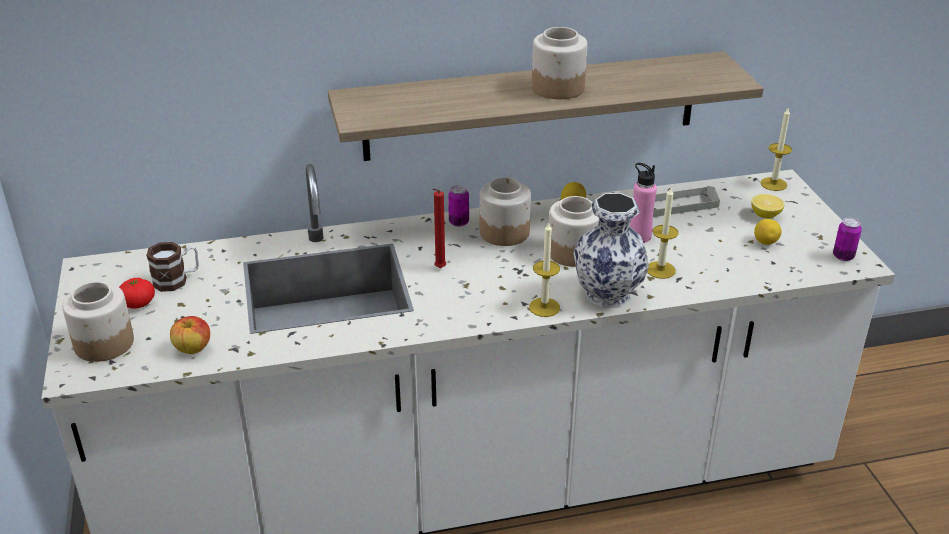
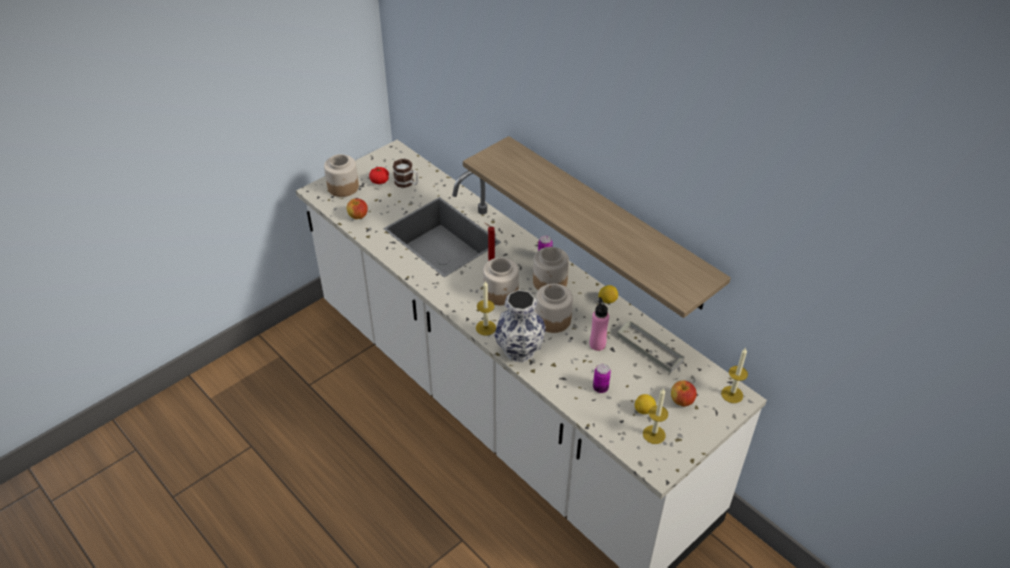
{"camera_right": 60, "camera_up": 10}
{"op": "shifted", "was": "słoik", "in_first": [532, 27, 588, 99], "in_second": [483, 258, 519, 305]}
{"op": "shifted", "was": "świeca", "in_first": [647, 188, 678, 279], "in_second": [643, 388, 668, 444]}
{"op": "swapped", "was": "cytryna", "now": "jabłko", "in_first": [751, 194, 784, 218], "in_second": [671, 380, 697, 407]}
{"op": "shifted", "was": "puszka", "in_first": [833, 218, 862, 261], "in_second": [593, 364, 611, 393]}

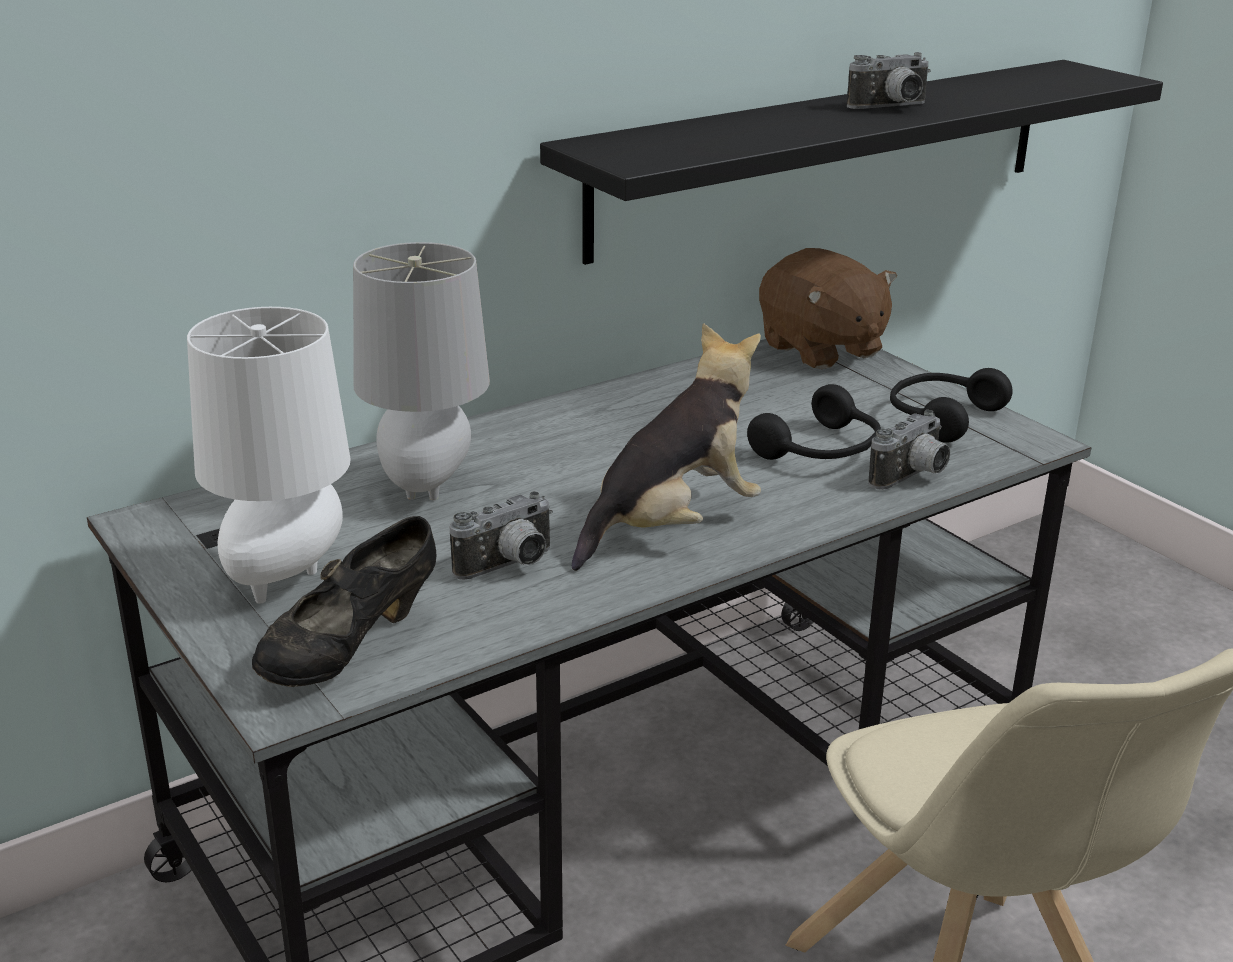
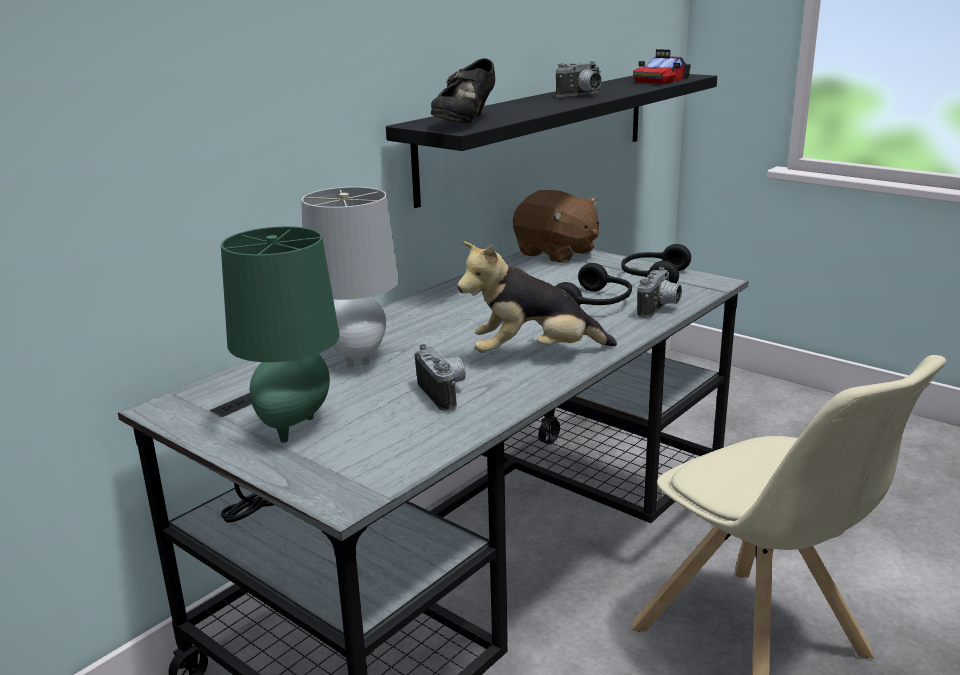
{"camera_right": -15, "camera_up": -5}
{"op": "repainted", "was": "lampa stołowa [biały]", "now": "lampa stołowa [zielony]", "in_first": [187, 307, 351, 604], "in_second": [221, 226, 339, 443]}
{"op": "rotated", "was": "pluszak", "in_first": [572, 323, 761, 571], "in_second": [457, 241, 617, 353], "clockwise": -135}
{"op": "rotated", "was": "aparat fotograficzny", "in_first": [450, 491, 553, 580], "in_second": [414, 344, 466, 412], "clockwise": -60}
{"op": "shifted", "was": "but [czarny]", "in_first": [252, 516, 436, 687], "in_second": [431, 58, 495, 124]}
{"op": "new", "now": "samochodzik", "in_second": [633, 49, 691, 84]}

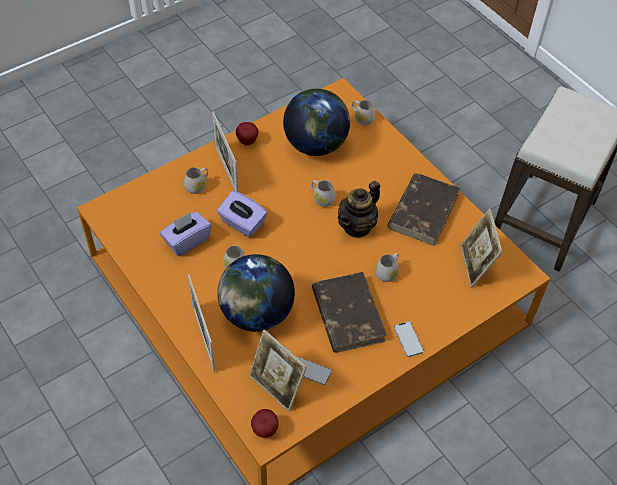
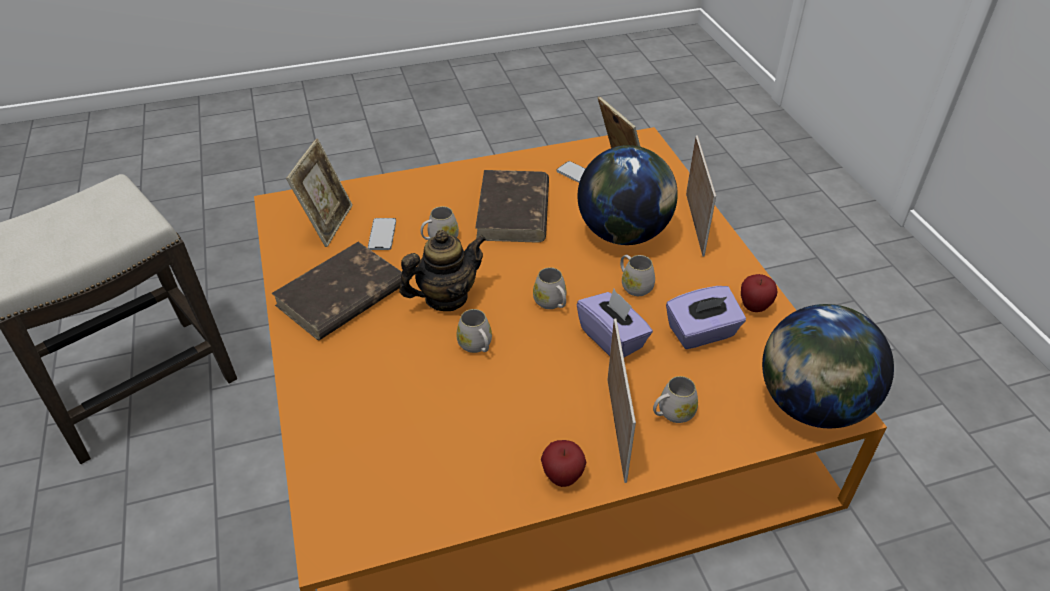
{"camera_right": -160, "camera_up": -10}
{"op": "shifted", "was": "globus", "in_first": [283, 88, 350, 156], "in_second": [762, 304, 894, 428]}
{"op": "shifted", "was": "kubek [biały]", "in_first": [352, 100, 375, 125], "in_second": [533, 267, 567, 309]}
{"op": "shifted", "was": "telefon", "in_first": [394, 321, 424, 357], "in_second": [368, 218, 396, 250]}
{"op": "shifted", "was": "jabłko", "in_first": [251, 409, 278, 438], "in_second": [741, 274, 778, 312]}

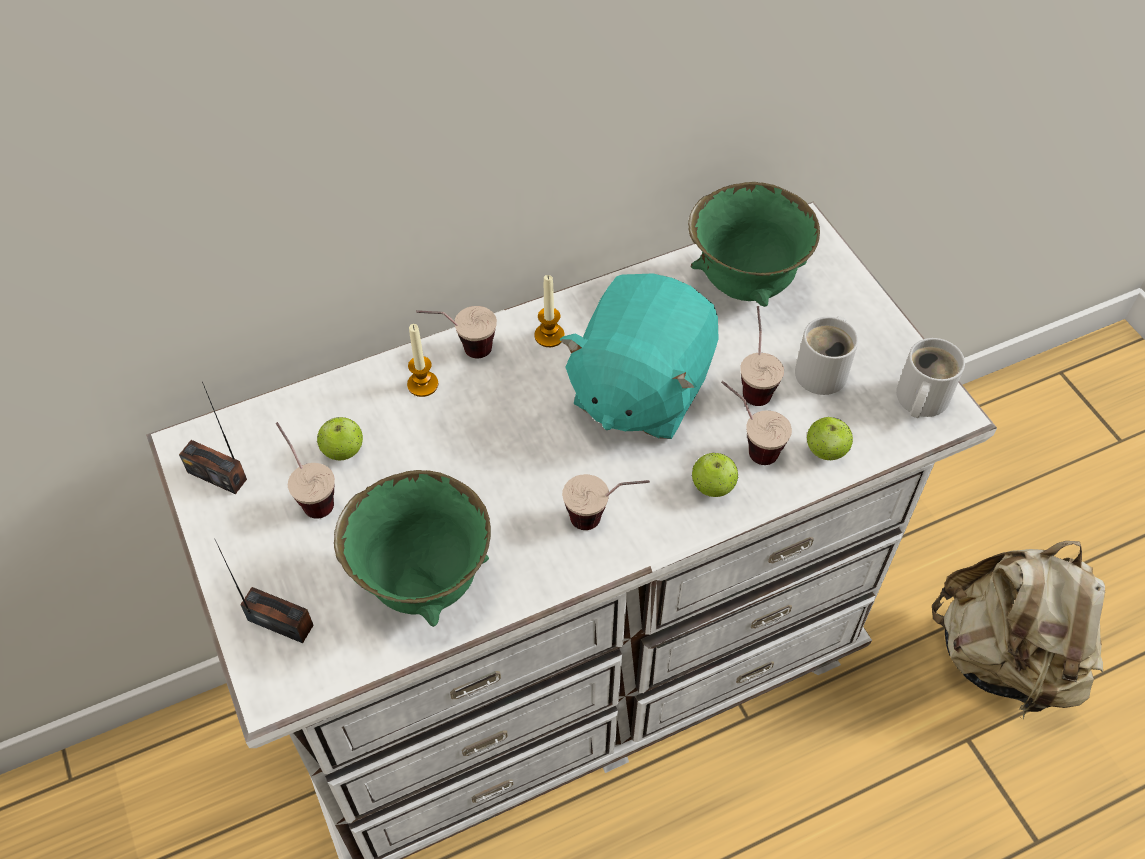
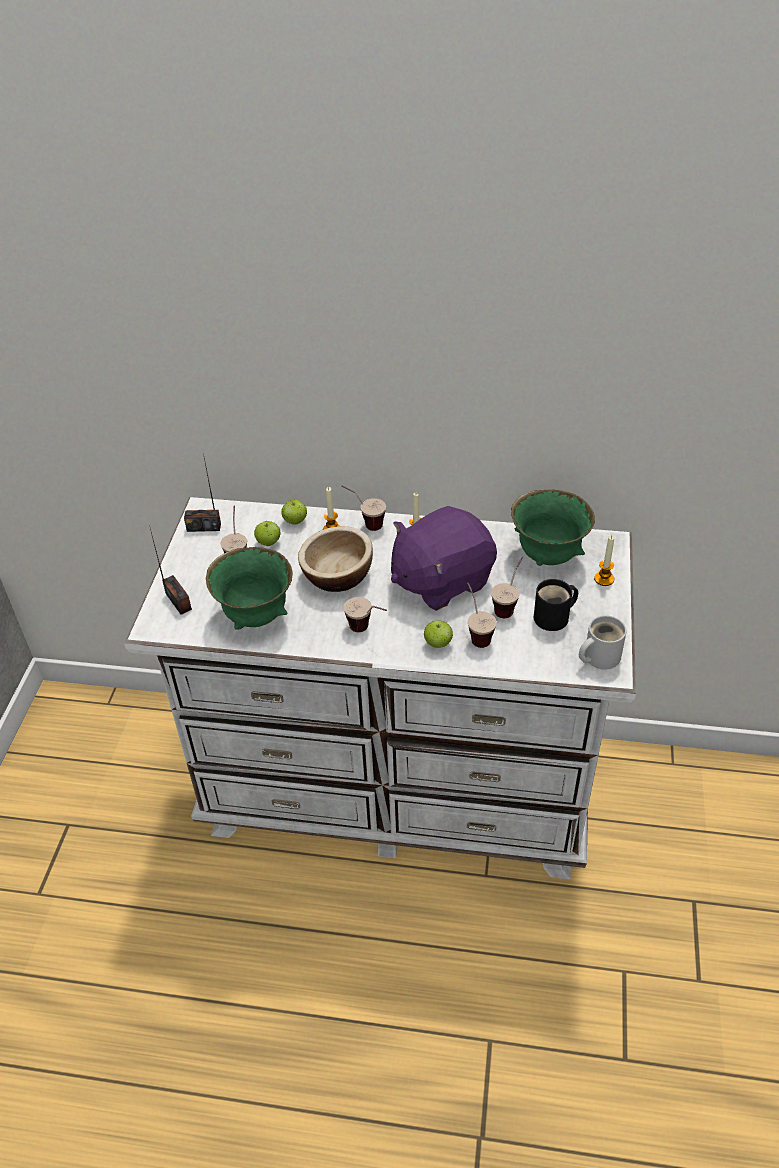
{"camera_right": 35, "camera_up": -10}
{"op": "repainted", "was": "pluszak [turkusowy]", "now": "pluszak [fioletowy]", "in_first": [560, 273, 719, 439], "in_second": [391, 506, 497, 611]}
{"op": "repainted", "was": "kubek [biały]", "now": "kubek [czarny]", "in_first": [795, 316, 858, 395], "in_second": [534, 579, 578, 631]}
{"op": "rotated", "was": "radio", "in_first": [179, 381, 247, 494], "in_second": [184, 453, 221, 532], "clockwise": -60}
{"op": "shifted", "was": "jabłko", "in_first": [807, 417, 853, 460], "in_second": [281, 500, 307, 525]}
{"op": "gone", "was": "plecak [beżowy]", "in_first": [932, 541, 1105, 718]}
{"op": "new", "now": "miska", "in_second": [298, 526, 373, 592]}
{"op": "new", "now": "świeca", "in_second": [594, 535, 614, 586]}

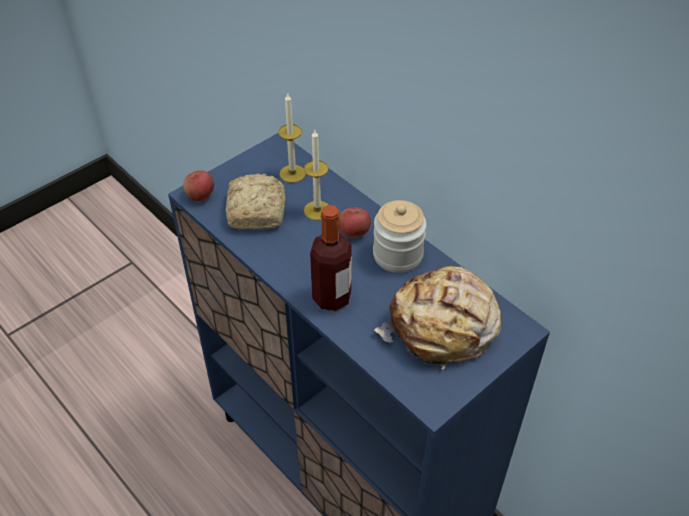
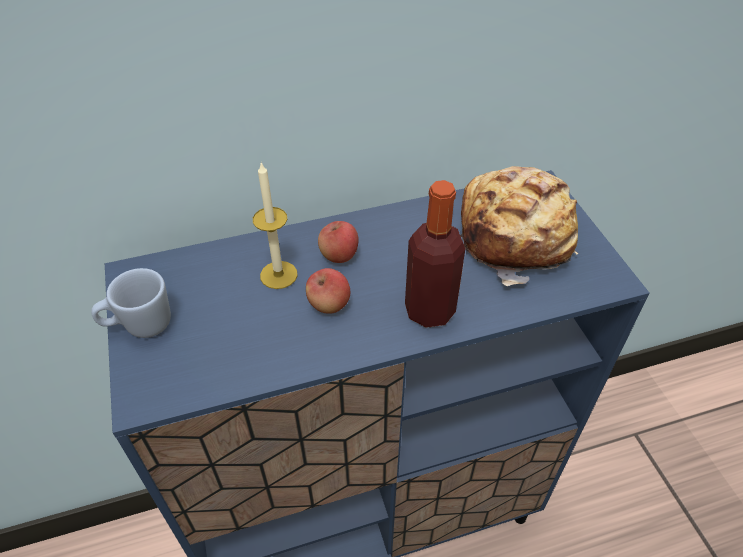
{"camera_right": -65, "camera_up": 0}
{"op": "gone", "was": "świeca", "in_first": [278, 92, 306, 183]}
{"op": "shifted", "was": "jabłko", "in_first": [183, 170, 214, 201], "in_second": [306, 268, 350, 314]}
{"op": "gone", "was": "chleb", "in_first": [225, 173, 285, 230]}
{"op": "gone", "was": "słoik", "in_first": [373, 200, 427, 273]}
{"op": "new", "now": "kubek [niebieski]", "in_second": [91, 268, 171, 338]}

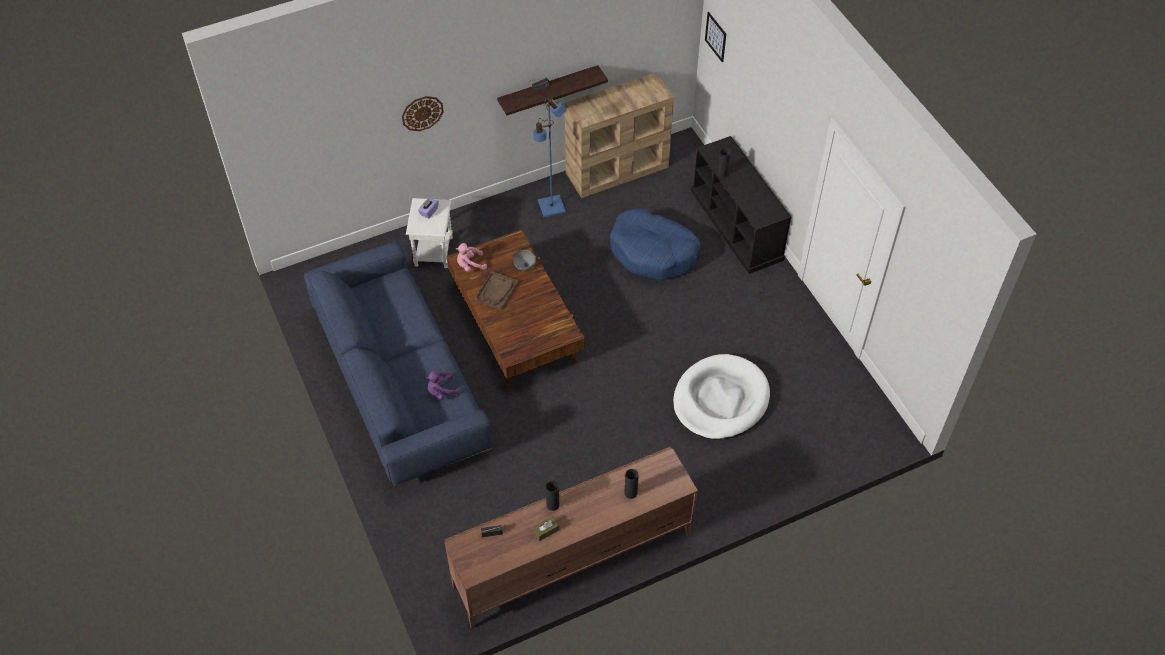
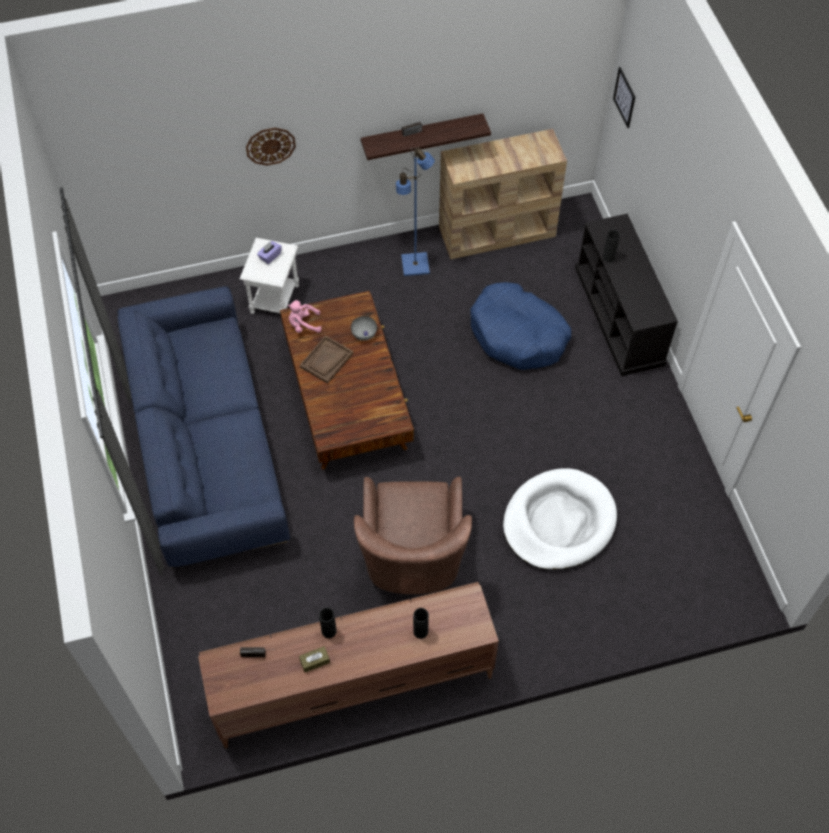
{"camera_right": 10, "camera_up": 5}
{"op": "gone", "was": "pluszak [fioletowy]", "in_first": [426, 371, 461, 400]}
{"op": "new", "now": "fotel [brązowy]", "in_second": [354, 477, 472, 594]}

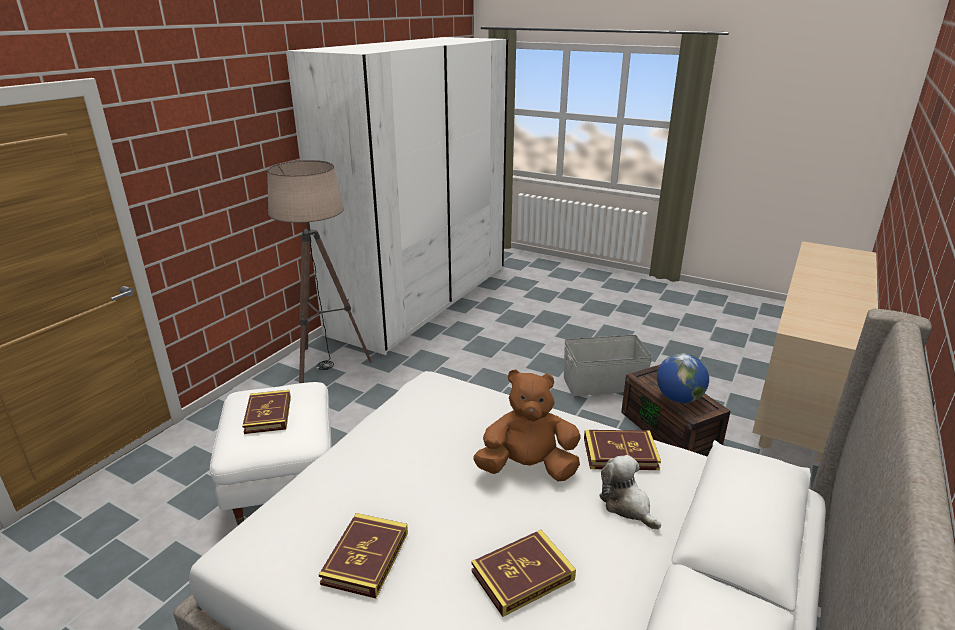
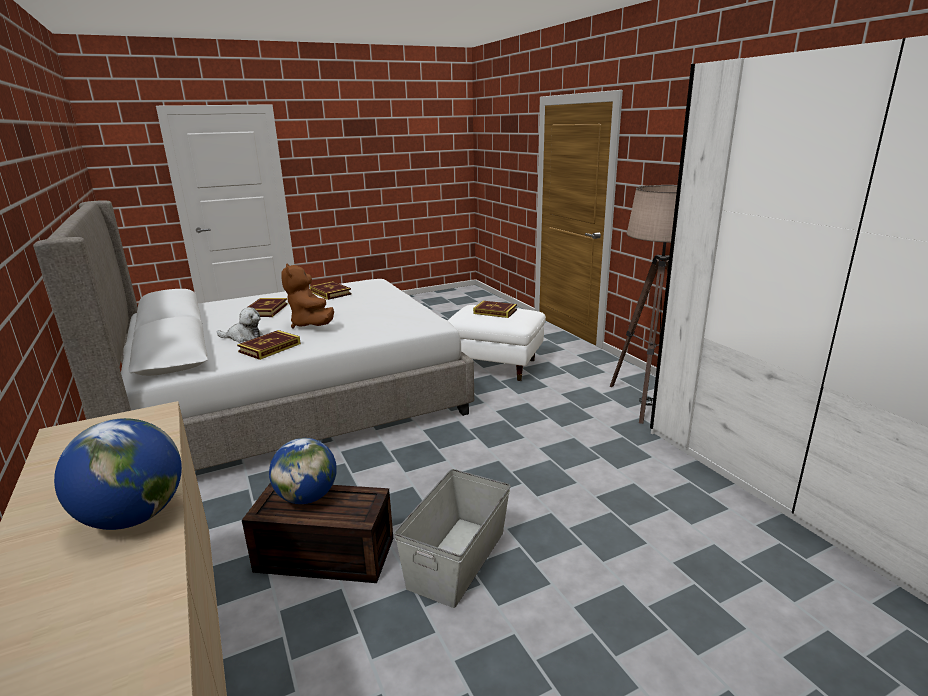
{"camera_right": 125, "camera_up": -5}
{"op": "rotated", "was": "pluszak [brązowy]", "in_first": [473, 369, 580, 481], "in_second": [281, 264, 334, 328], "clockwise": 120}
{"op": "new", "now": "globus", "in_second": [54, 418, 182, 530]}

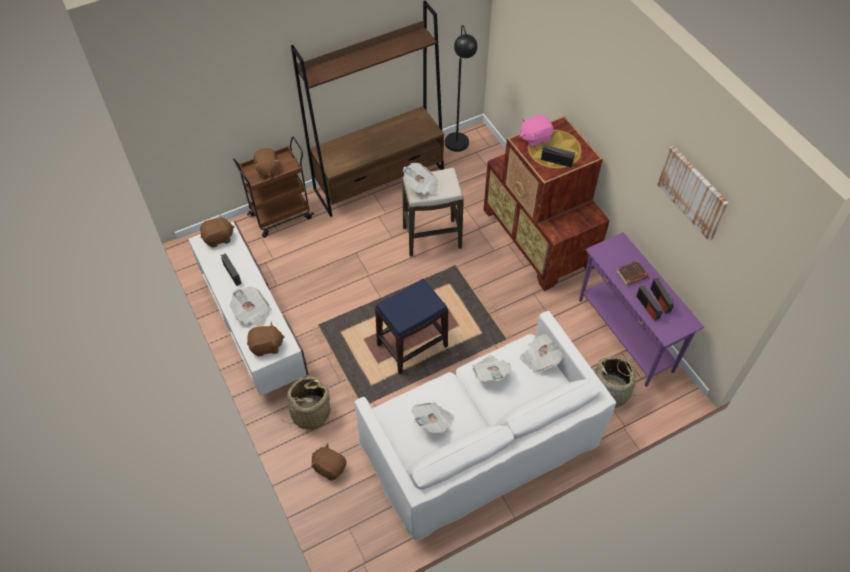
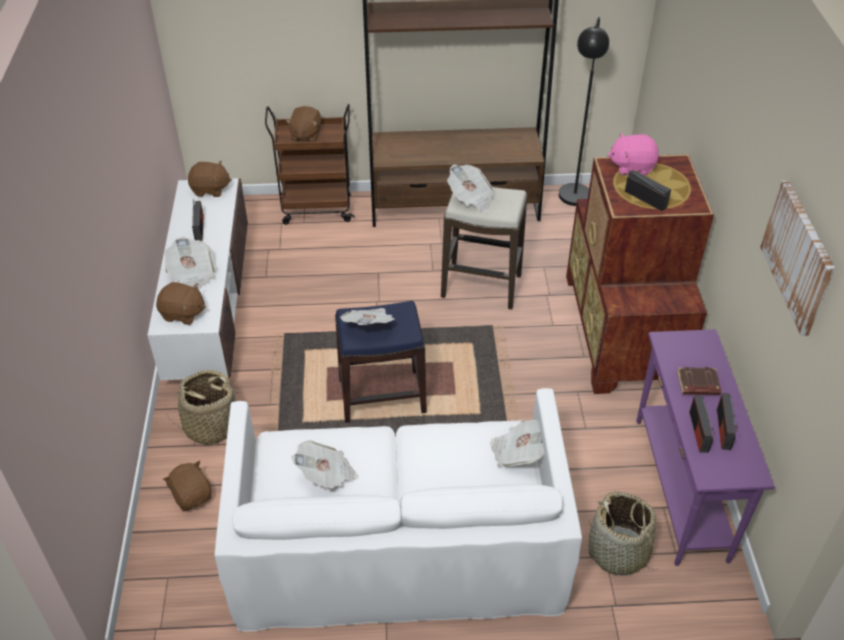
{"camera_right": 25, "camera_up": -10}
{"op": "shifted", "was": "gazeta", "in_first": [472, 355, 511, 382], "in_second": [340, 308, 395, 325]}

